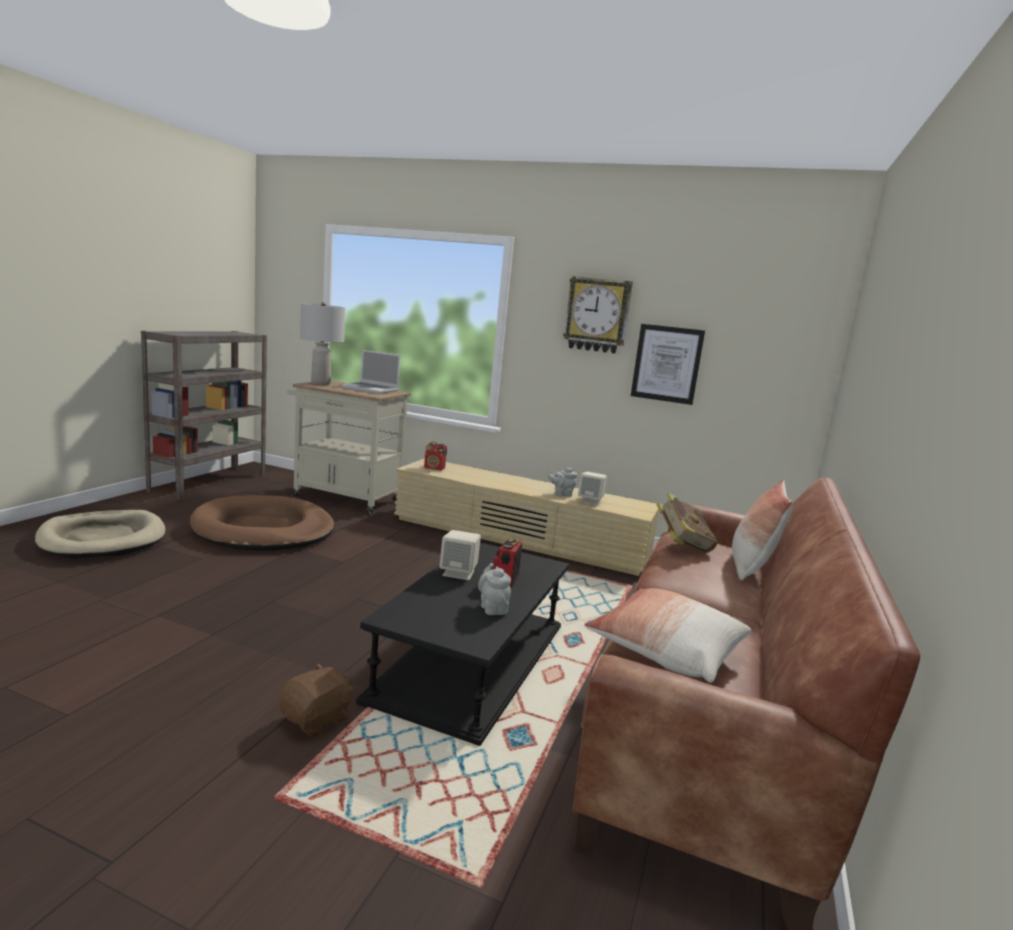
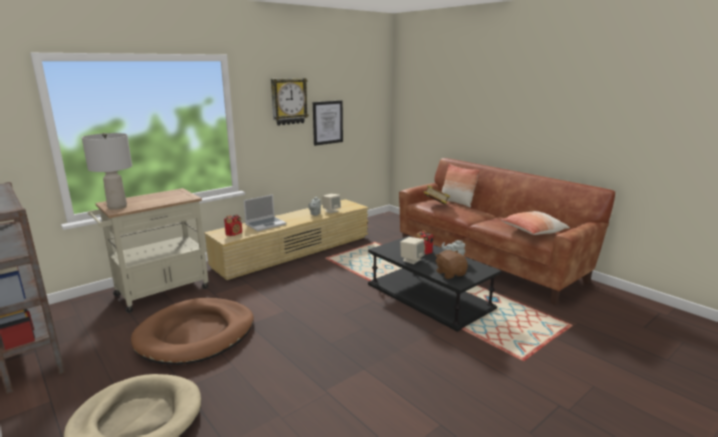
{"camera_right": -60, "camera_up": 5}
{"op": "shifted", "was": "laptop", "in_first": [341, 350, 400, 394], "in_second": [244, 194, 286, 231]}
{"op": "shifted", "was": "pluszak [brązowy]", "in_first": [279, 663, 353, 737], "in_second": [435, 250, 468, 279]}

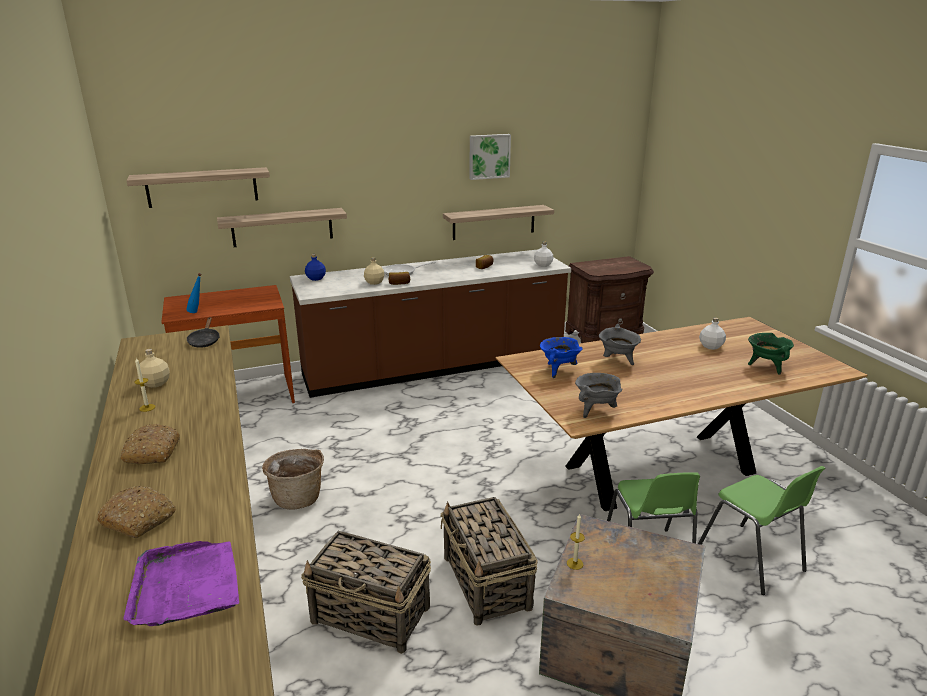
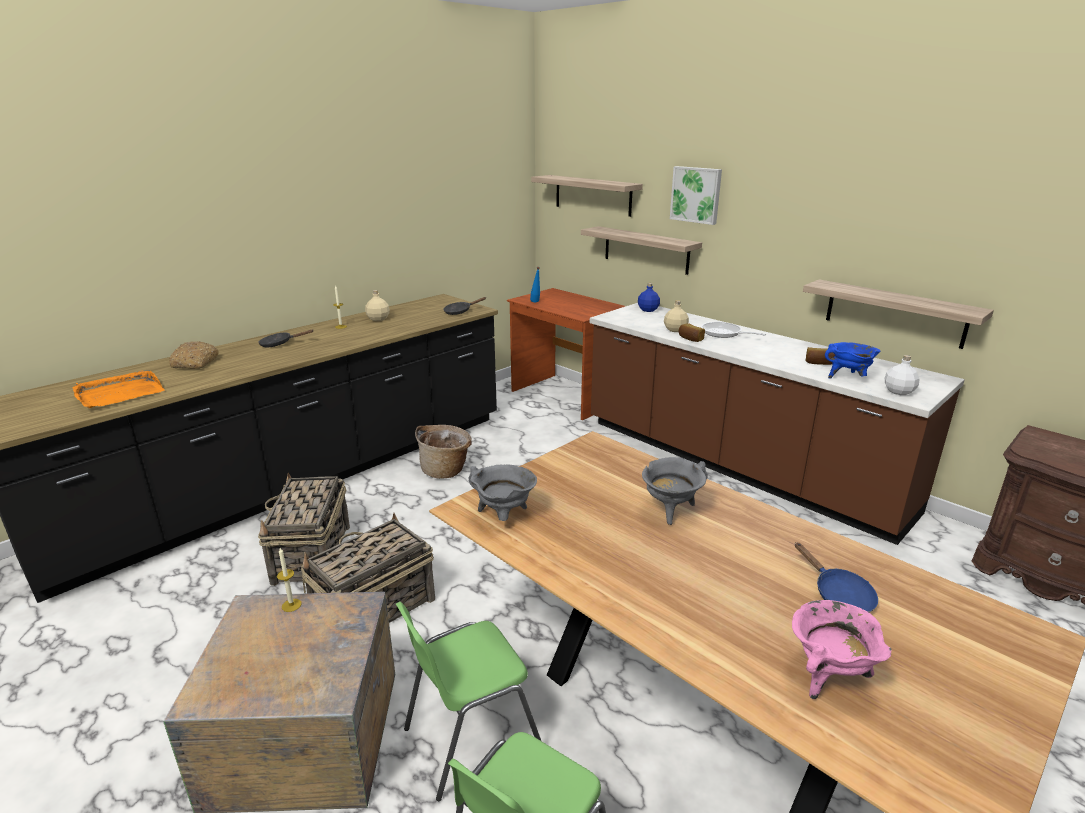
{"camera_right": 65, "camera_up": 0}
{"op": "shifted", "was": "obraz", "in_first": [470, 134, 511, 180], "in_second": [670, 166, 722, 225]}
{"op": "swapped", "was": "butelka [biały]", "now": "patelnia [niebieski]", "in_first": [699, 317, 726, 350], "in_second": [795, 542, 878, 612]}
{"op": "repainted", "was": "garnek [zielony]", "now": "garnek [różowy]", "in_first": [748, 333, 794, 375], "in_second": [792, 600, 892, 699]}
{"op": "shifted", "was": "garnek [niebieski]", "in_first": [540, 337, 583, 378], "in_second": [825, 342, 880, 378]}
{"op": "swapped", "was": "chleb", "now": "patelnia [czarny]", "in_first": [121, 424, 180, 464], "in_second": [258, 330, 314, 348]}
{"op": "repainted", "was": "taca [fioletowy]", "now": "taca [pomarańczowy]", "in_first": [123, 541, 239, 626], "in_second": [73, 370, 165, 409]}

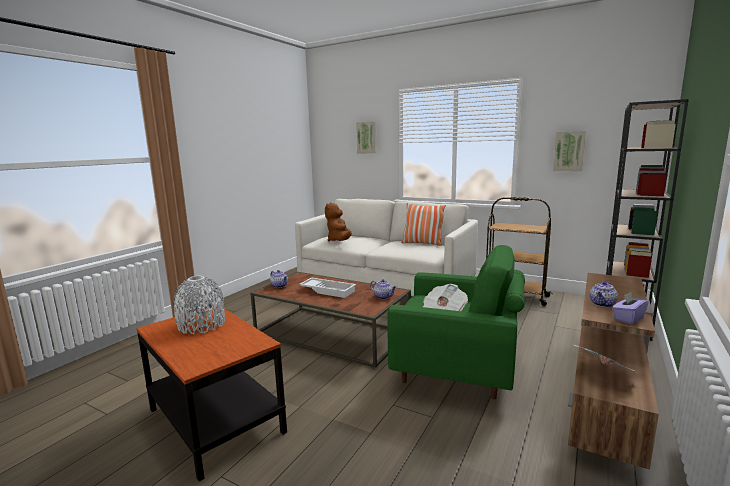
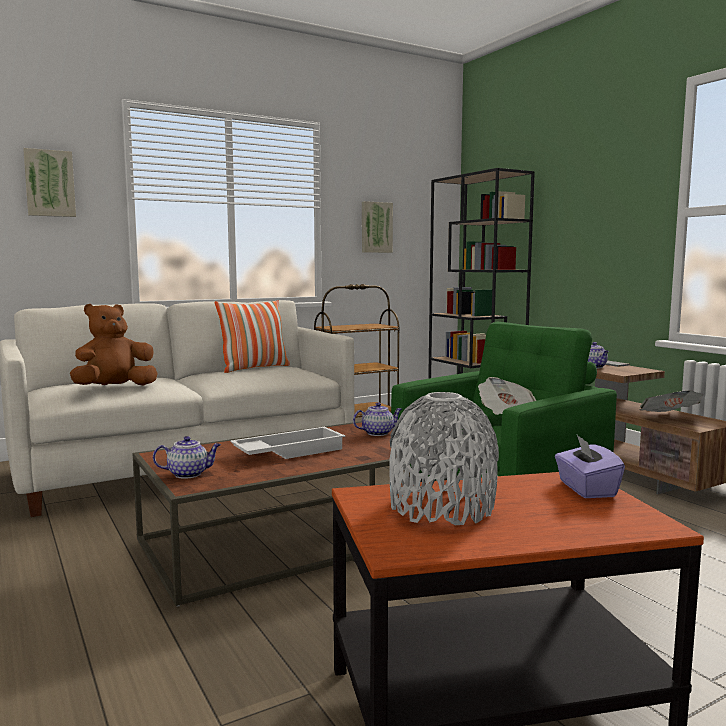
{"camera_right": -60, "camera_up": -5}
{"op": "rotated", "was": "pluszak [brązowy]", "in_first": [325, 202, 352, 242], "in_second": [70, 304, 158, 386], "clockwise": 105}
{"op": "shifted", "was": "pudełko chusteczek [fioletowy]", "in_first": [612, 292, 649, 325], "in_second": [555, 435, 625, 498]}

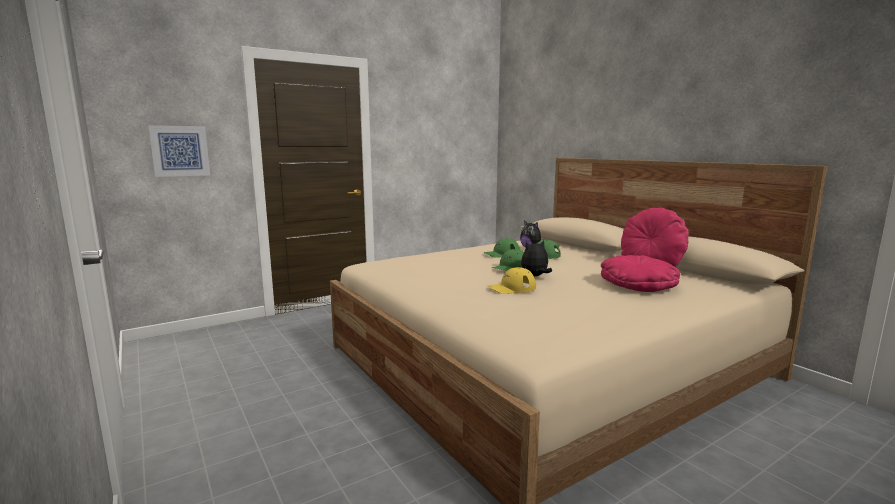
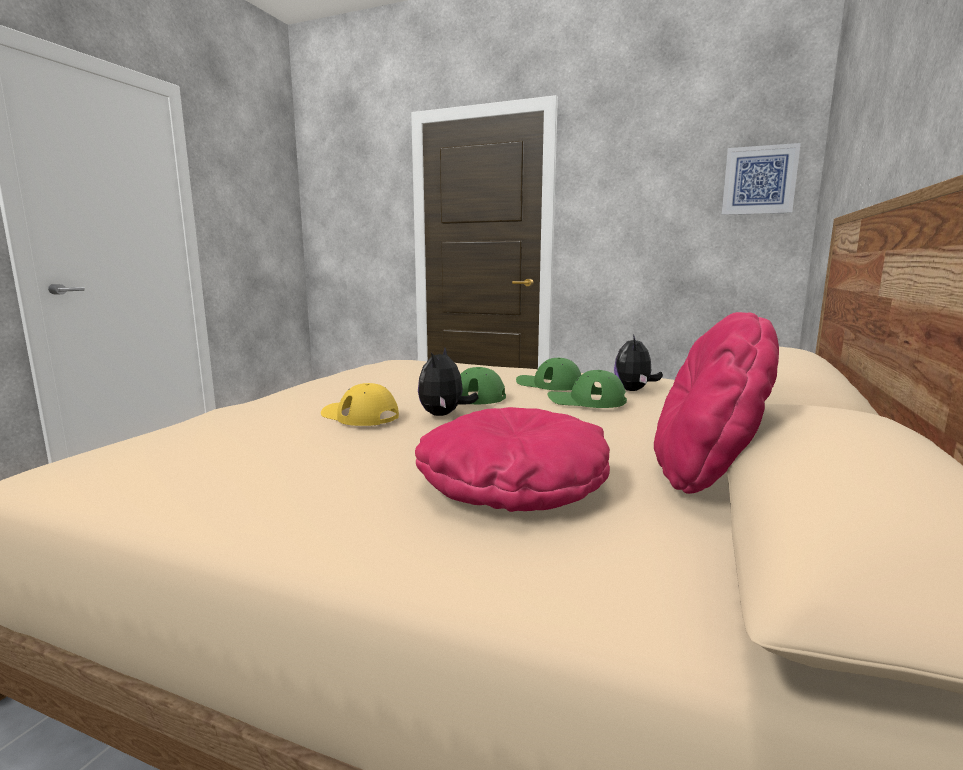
{"camera_right": 55, "camera_up": 0}
{"op": "shifted", "was": "obraz", "in_first": [148, 125, 210, 177], "in_second": [722, 143, 801, 215]}
{"op": "rotated", "was": "pluszak", "in_first": [521, 240, 552, 276], "in_second": [418, 348, 479, 416], "clockwise": -105}

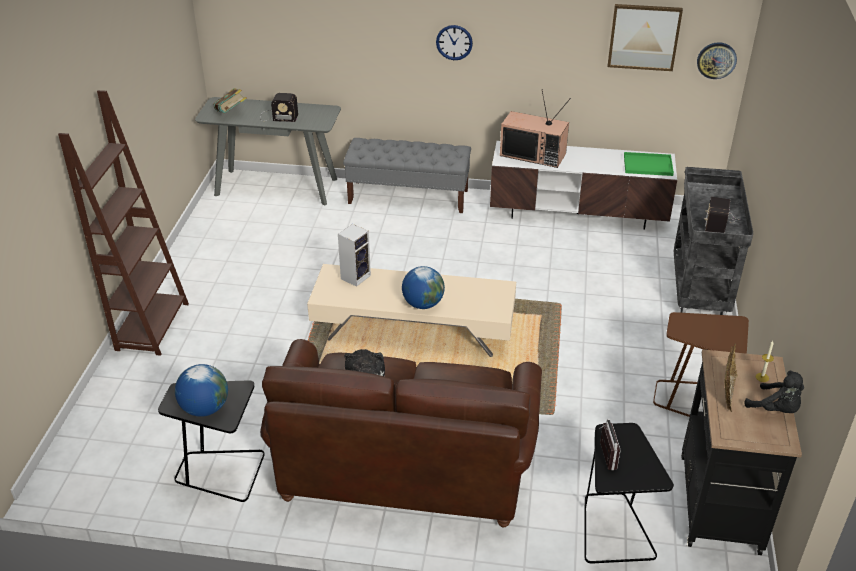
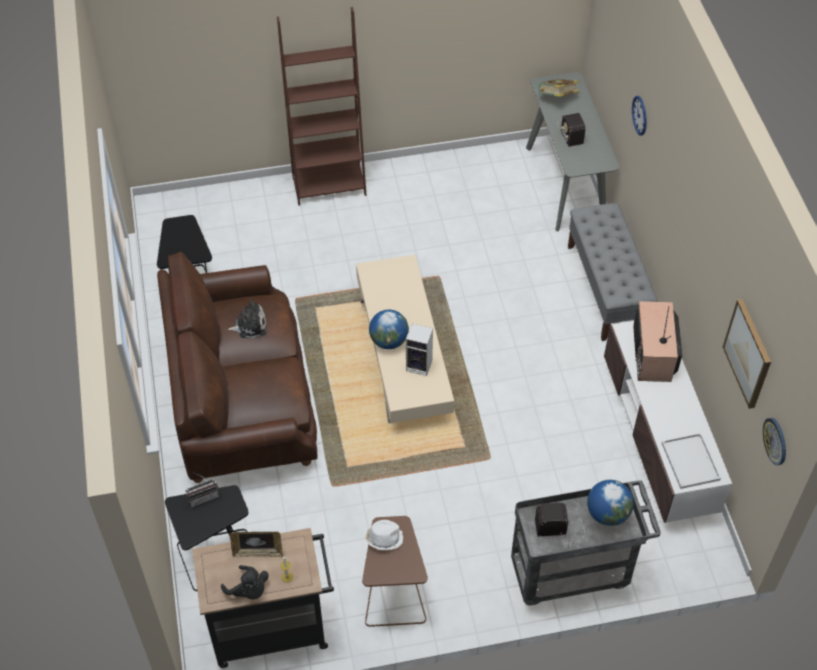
{"camera_right": 70, "camera_up": 15}
{"op": "shifted", "was": "zegar ścienny", "in_first": [436, 25, 473, 60], "in_second": [632, 96, 647, 136]}
{"op": "repainted", "was": "taca [zielony]", "now": "taca [biały]", "in_first": [624, 152, 674, 176], "in_second": [661, 433, 721, 489]}
{"op": "shifted", "was": "głośnik", "in_first": [338, 224, 371, 287], "in_second": [406, 323, 433, 376]}
{"op": "shifted", "was": "globus", "in_first": [175, 364, 228, 417], "in_second": [587, 480, 634, 526]}
{"op": "rotated", "was": "pluszak [czarny]", "in_first": [744, 371, 804, 413], "in_second": [221, 565, 268, 599], "clockwise": -75}
{"op": "new", "now": "kapelusz [biały]", "in_second": [366, 520, 403, 550]}

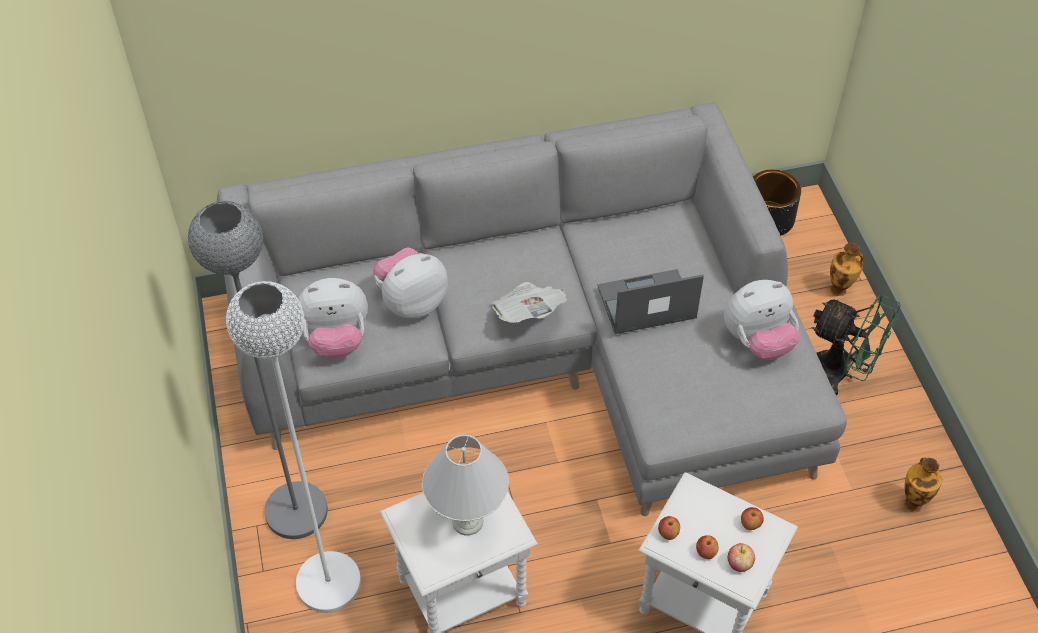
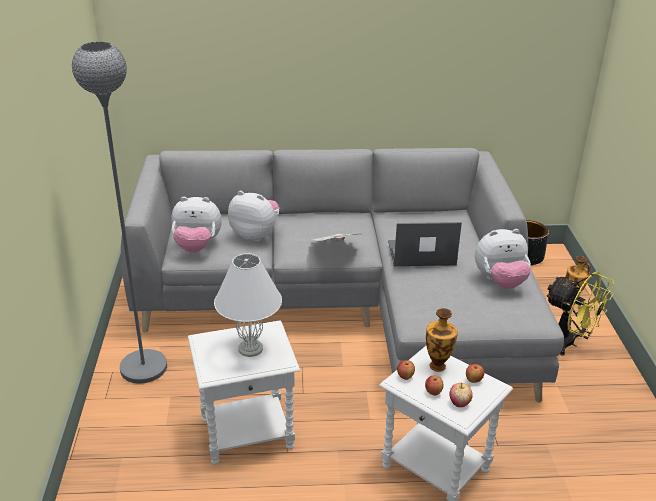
{"camera_right": 10, "camera_up": -20}
{"op": "rotated", "was": "pluszak", "in_first": [373, 248, 448, 318], "in_second": [228, 191, 280, 242], "clockwise": 45}
{"op": "gone", "was": "lampa stojąca [biały]", "in_first": [226, 281, 361, 613]}
{"op": "repainted", "was": "wentylator [zielony]", "now": "wentylator [żółty]", "in_first": [811, 294, 901, 396], "in_second": [545, 272, 614, 356]}
{"op": "shifted", "was": "wazon", "in_first": [904, 458, 942, 512], "in_second": [426, 308, 458, 372]}

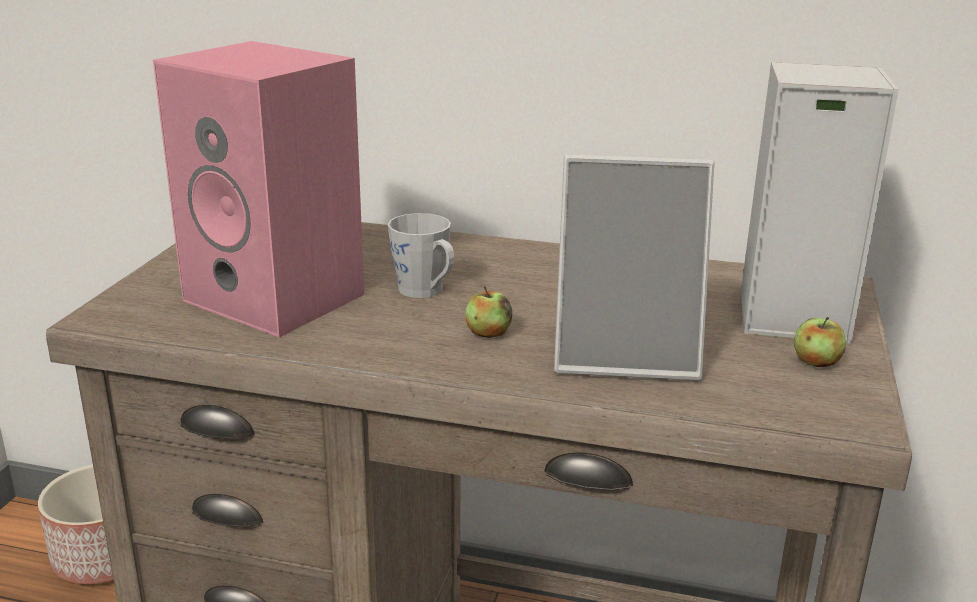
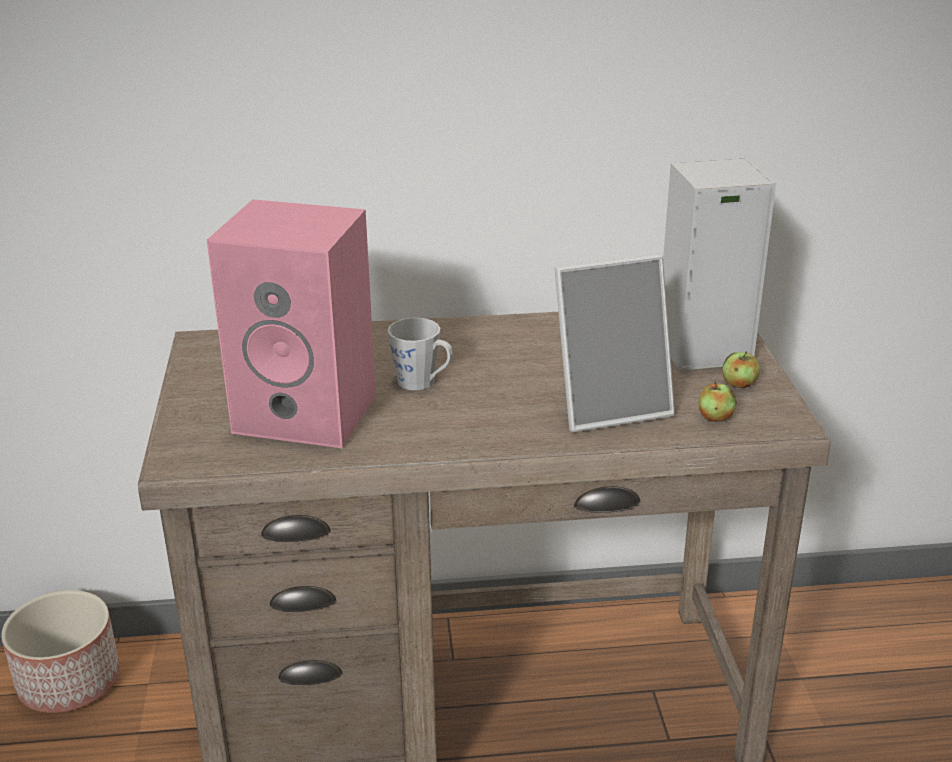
{"camera_right": -20, "camera_up": 5}
{"op": "shifted", "was": "jabłko", "in_first": [465, 286, 512, 338], "in_second": [698, 382, 737, 422]}

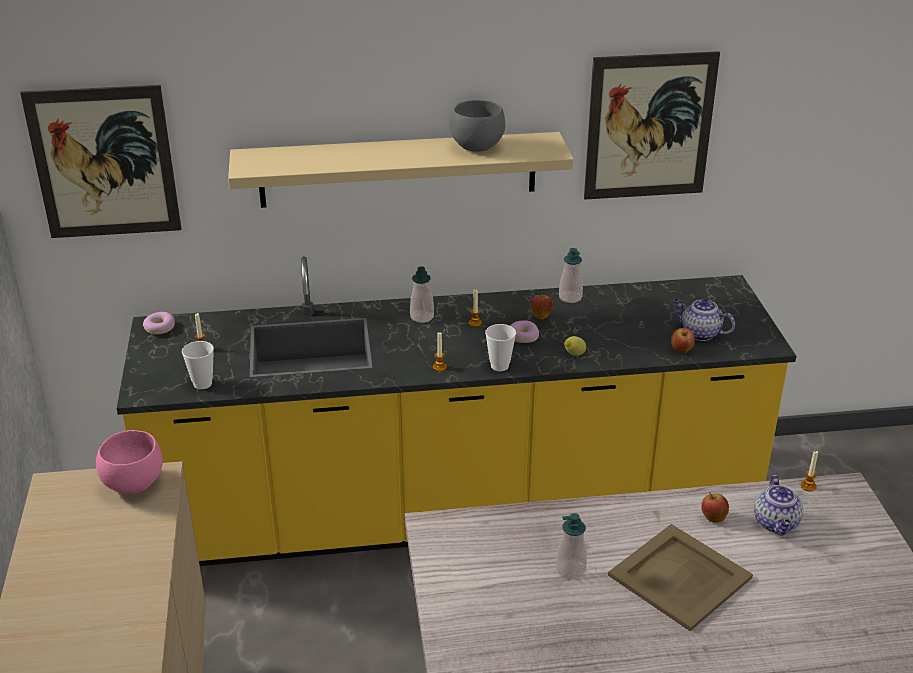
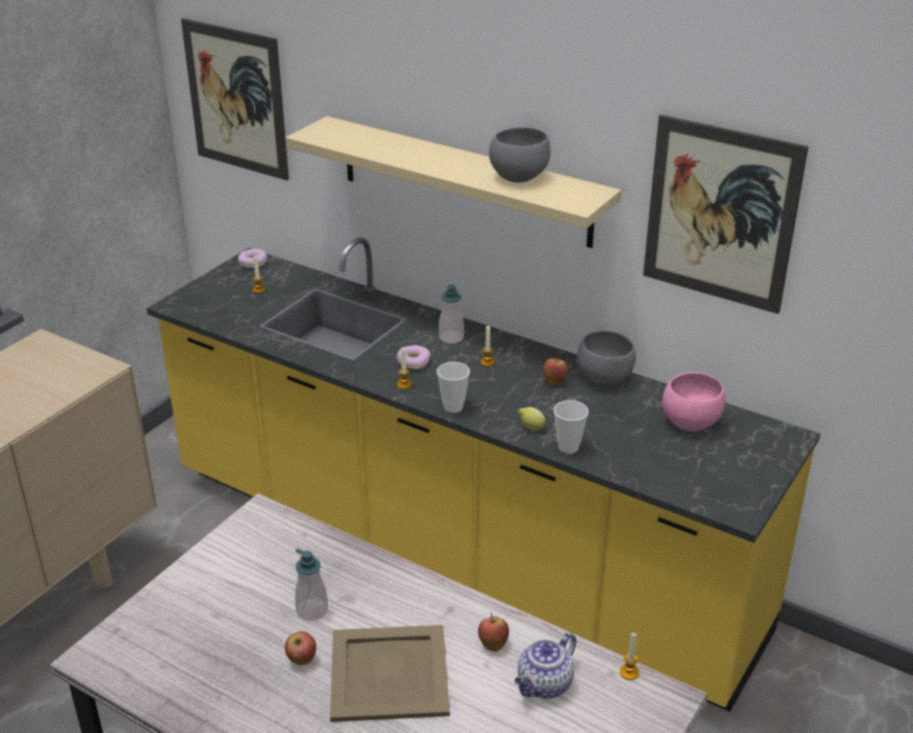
{"camera_right": 40, "camera_up": 0}
{"op": "swapped", "was": "dozownik mydła", "now": "miska [szary]", "in_first": [559, 248, 583, 303], "in_second": [577, 330, 636, 384]}
{"op": "gone", "was": "imbryk", "in_first": [673, 299, 735, 341]}
{"op": "shifted", "was": "donut", "in_first": [510, 321, 539, 343], "in_second": [397, 345, 430, 370]}
{"op": "shifted", "was": "jabłko", "in_first": [671, 328, 695, 353], "in_second": [285, 631, 316, 665]}
{"op": "shifted", "was": "filiżanka", "in_first": [182, 341, 214, 389], "in_second": [554, 400, 589, 454]}
{"op": "shifted", "was": "miska [różowy]", "in_first": [96, 430, 163, 494], "in_second": [662, 372, 725, 431]}

